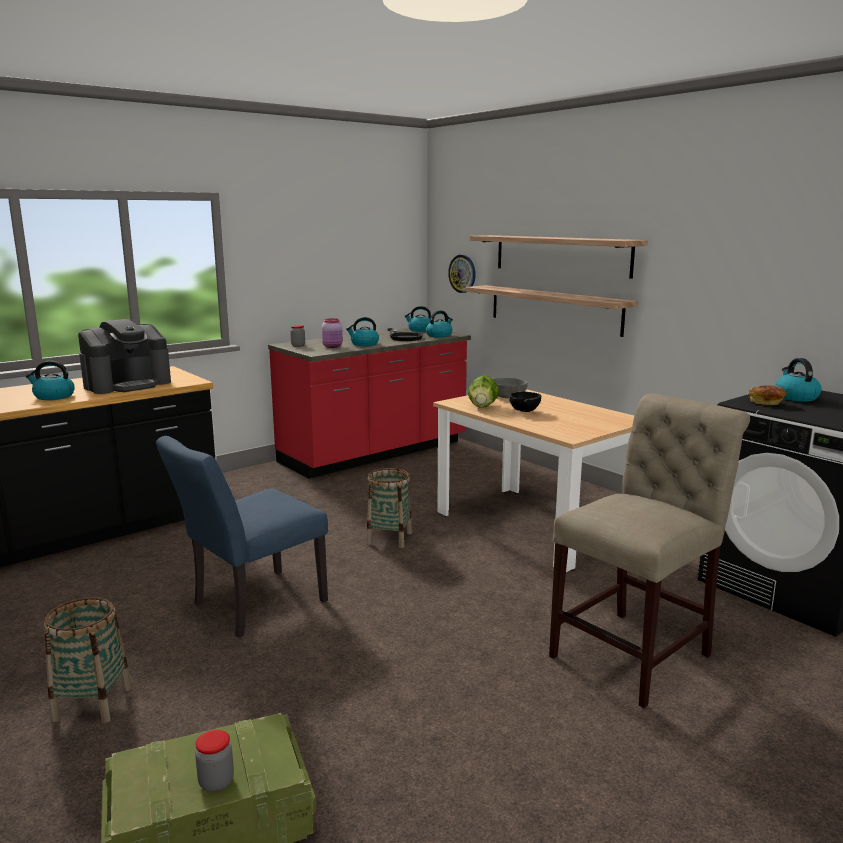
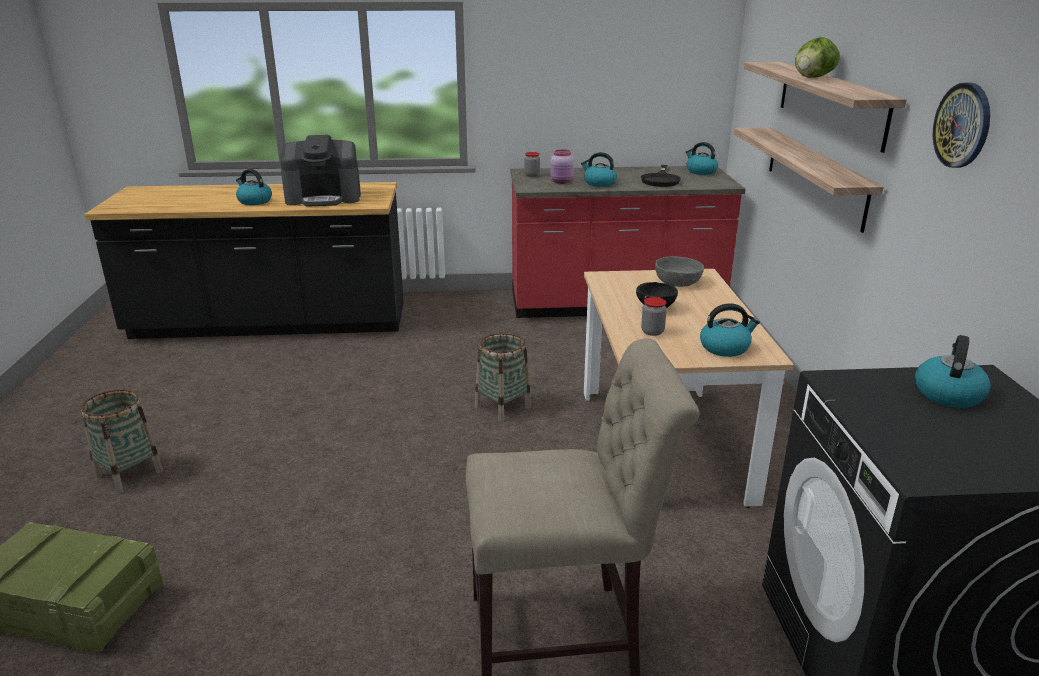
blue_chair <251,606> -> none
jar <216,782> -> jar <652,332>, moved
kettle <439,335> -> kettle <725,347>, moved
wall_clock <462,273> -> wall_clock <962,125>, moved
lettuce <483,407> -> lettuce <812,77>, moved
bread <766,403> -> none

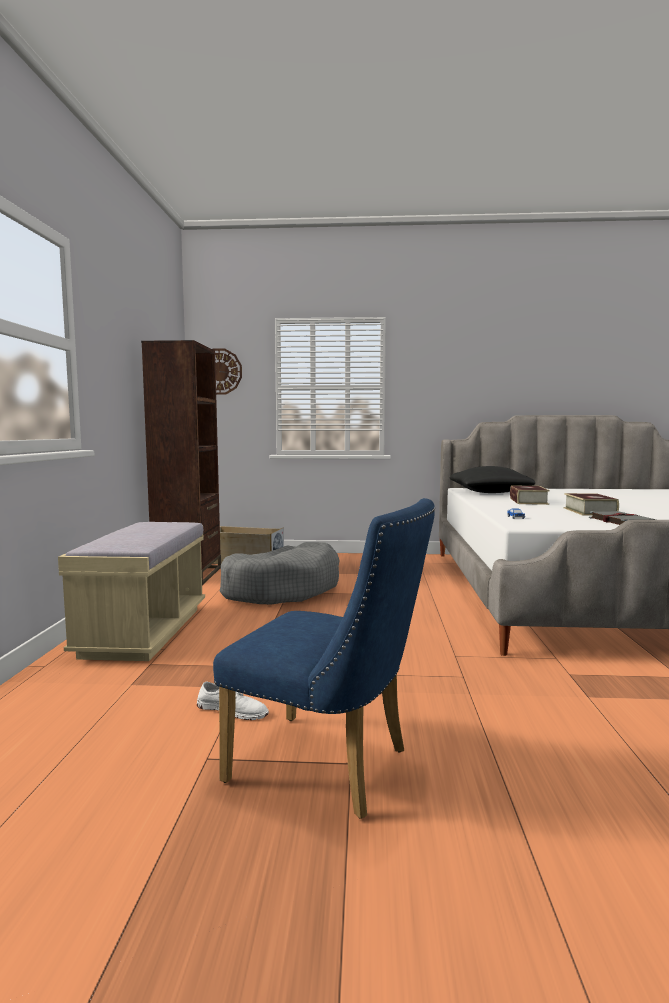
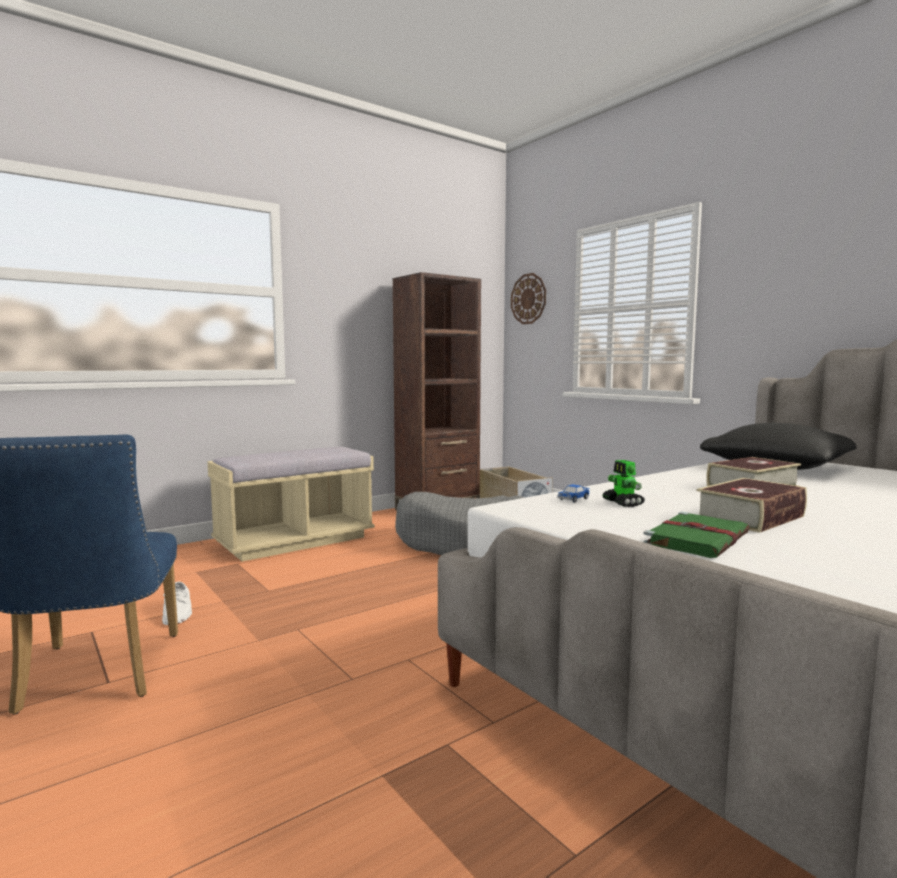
grey_book <620,521> -> green_book <697,539>
none -> toy_robot <623,503>

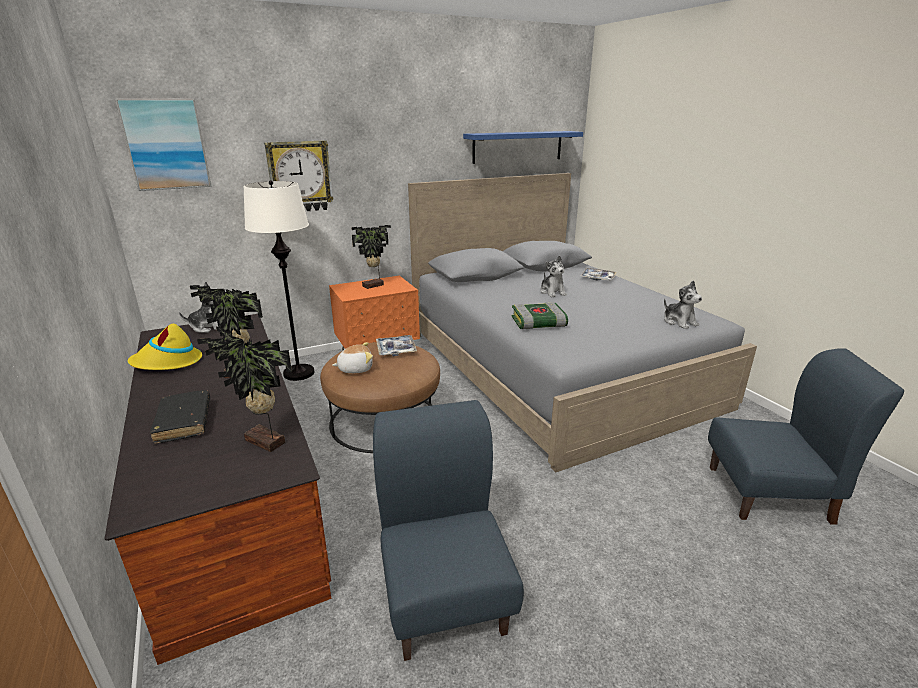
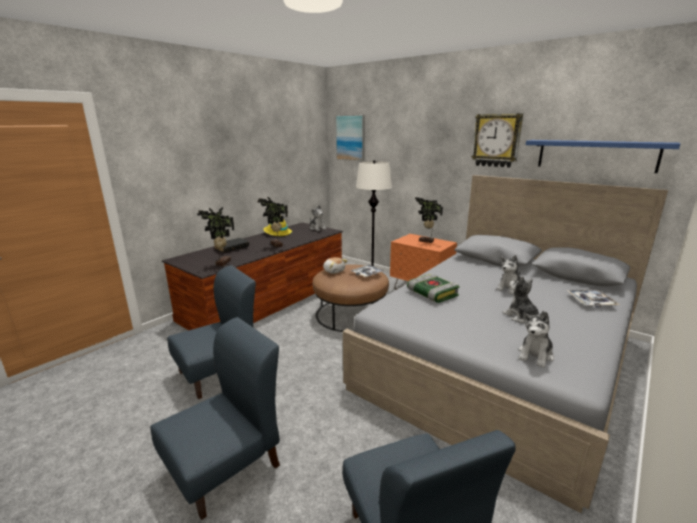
wall_clock <300,177> -> wall_clock <496,140>, moved
none -> blue_chair <225,467>
none -> plush_toy <520,317>

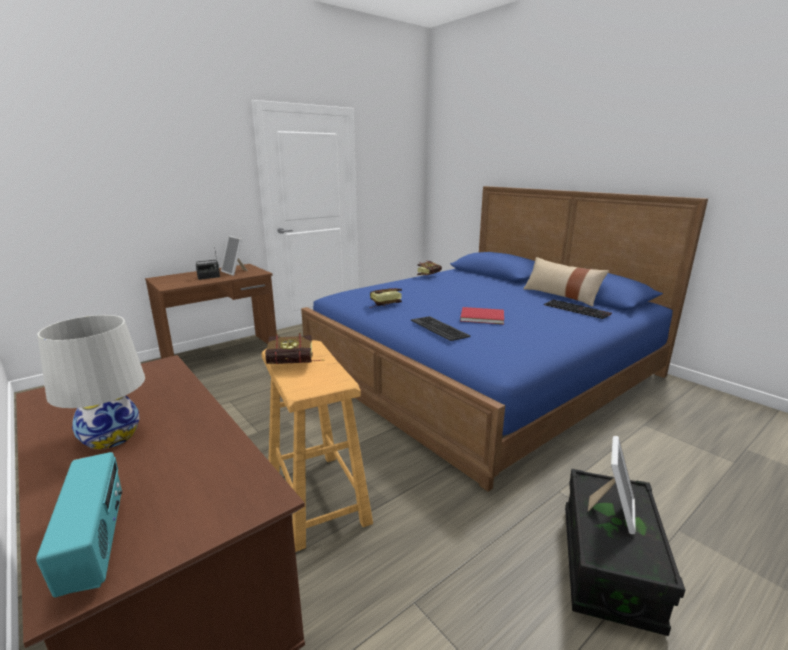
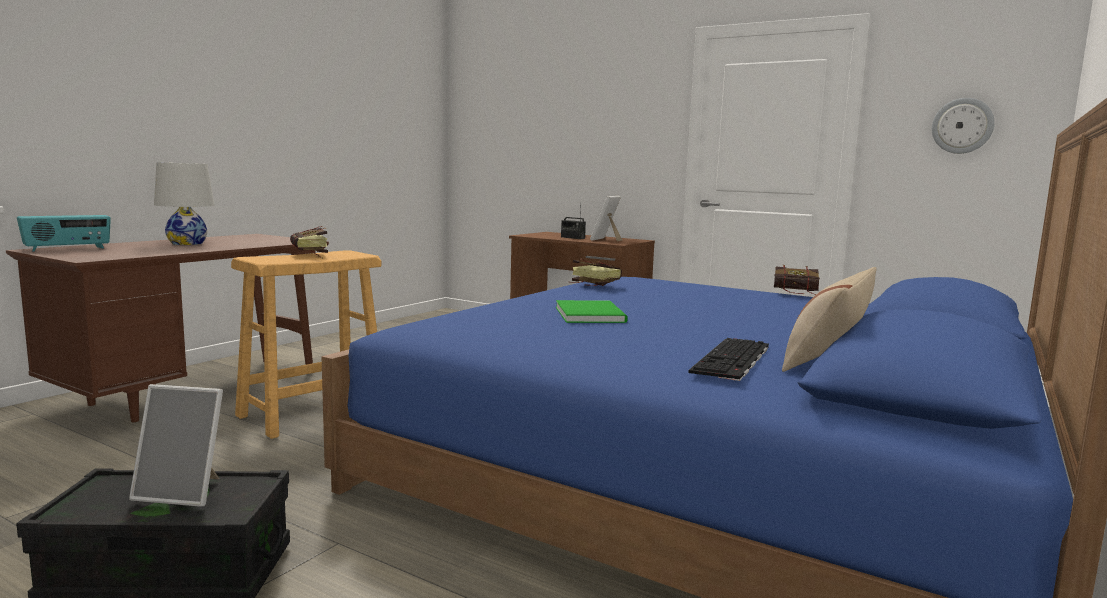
keyboard <439,328> -> none
red_book <480,316> -> green_book <591,314>
none -> wall_clock <962,126>

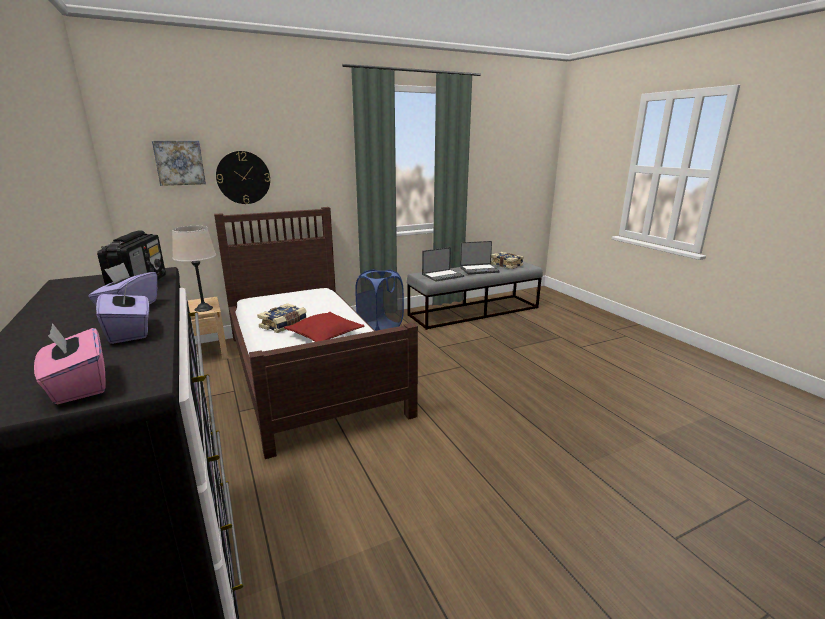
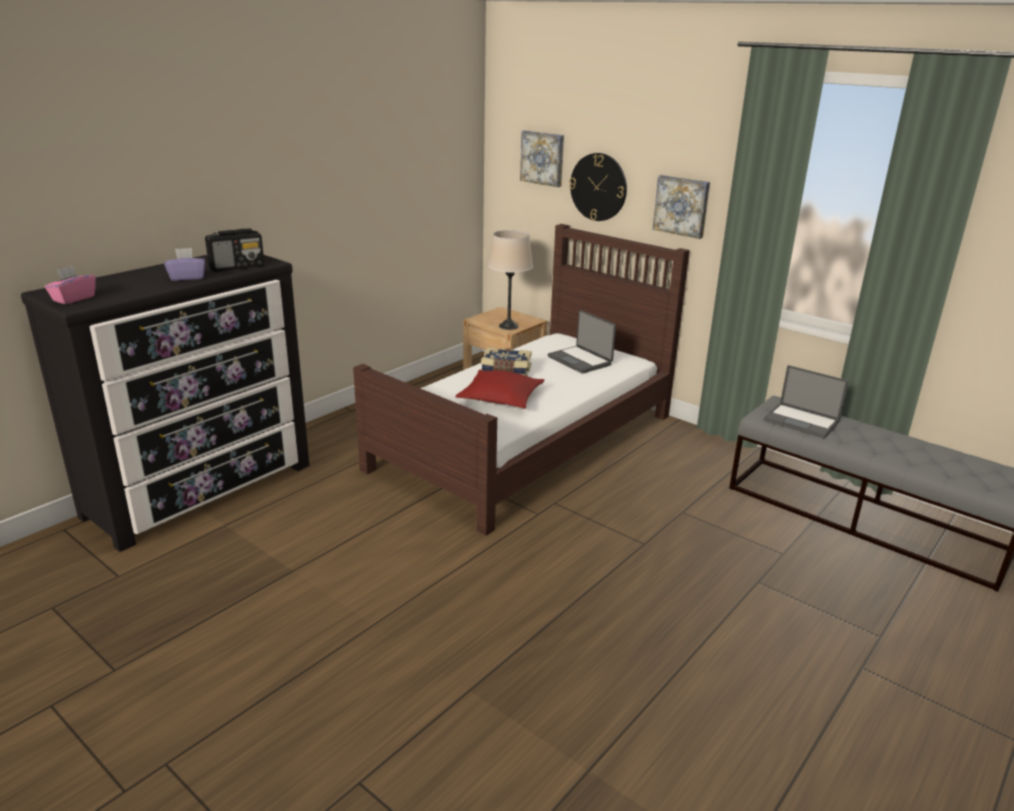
purple_tissue_box <130,332> -> none
blue_laundry_basket <380,326> -> none
laptop <479,270> -> laptop <580,360>, moved
book <506,265> -> none
none -> picture <682,206>

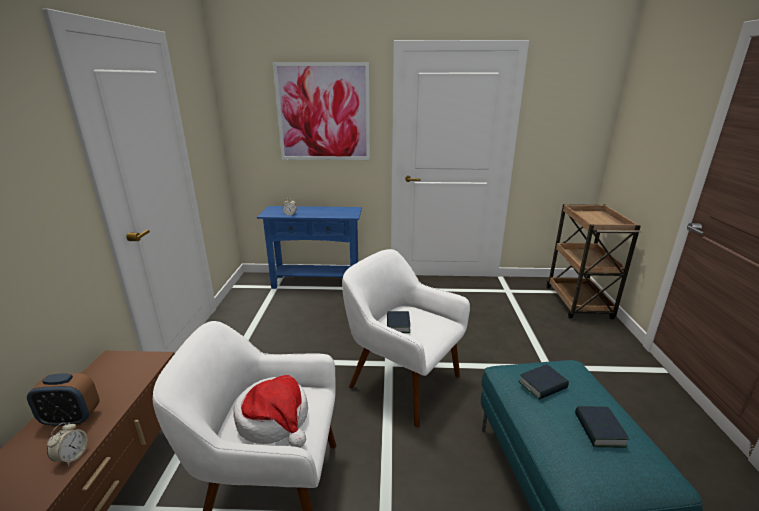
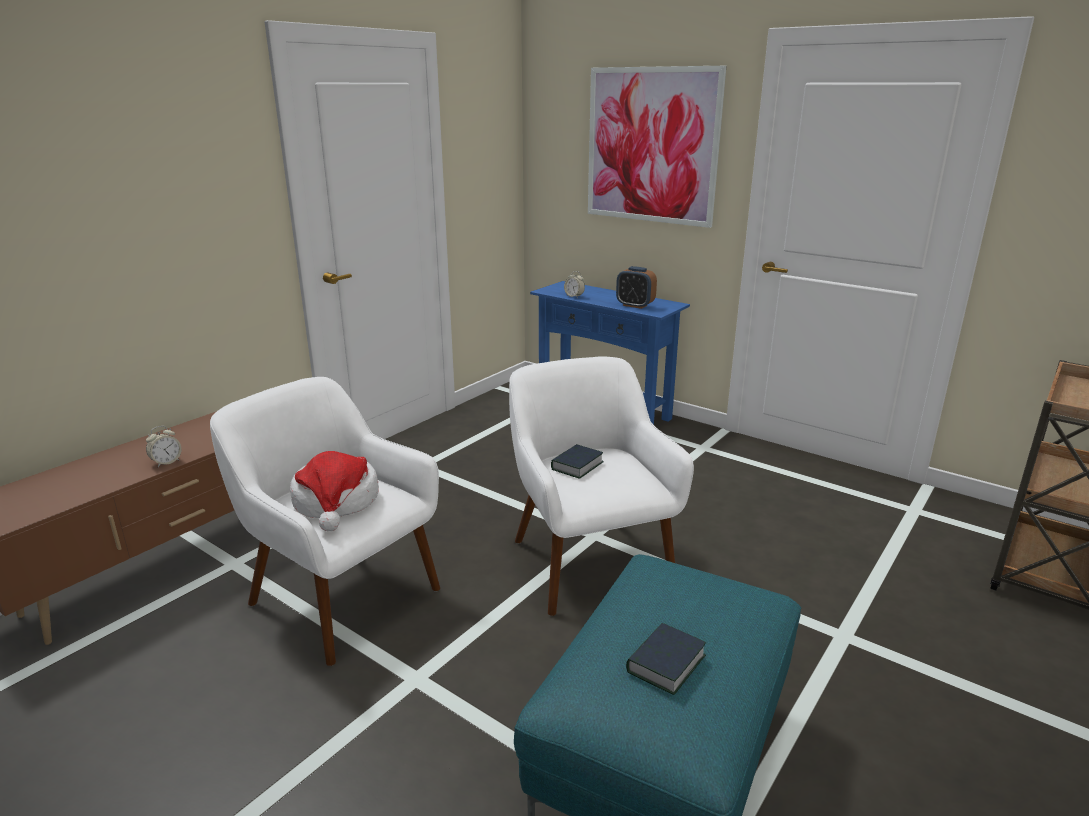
alarm_clock <72,419> -> alarm_clock <635,305>, moved
book <542,385> -> none

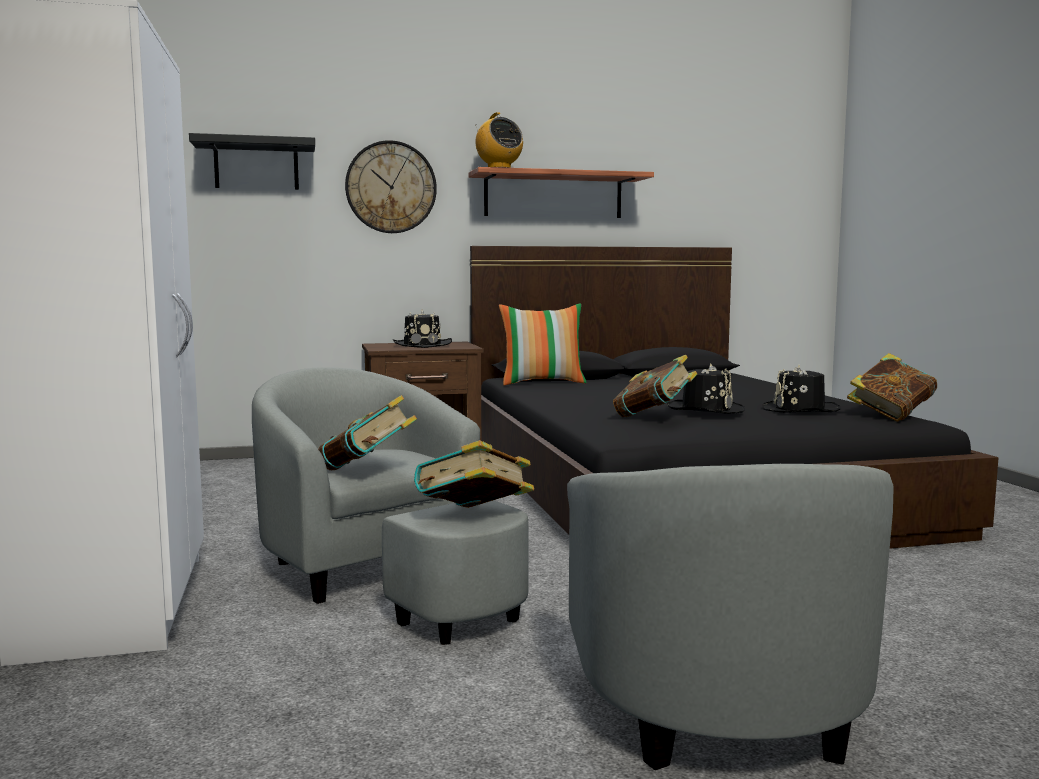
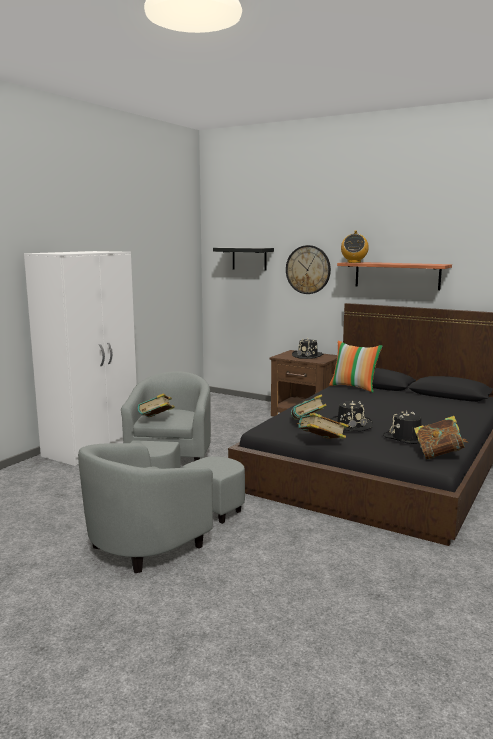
book <474,518> -> book <321,443>, moved

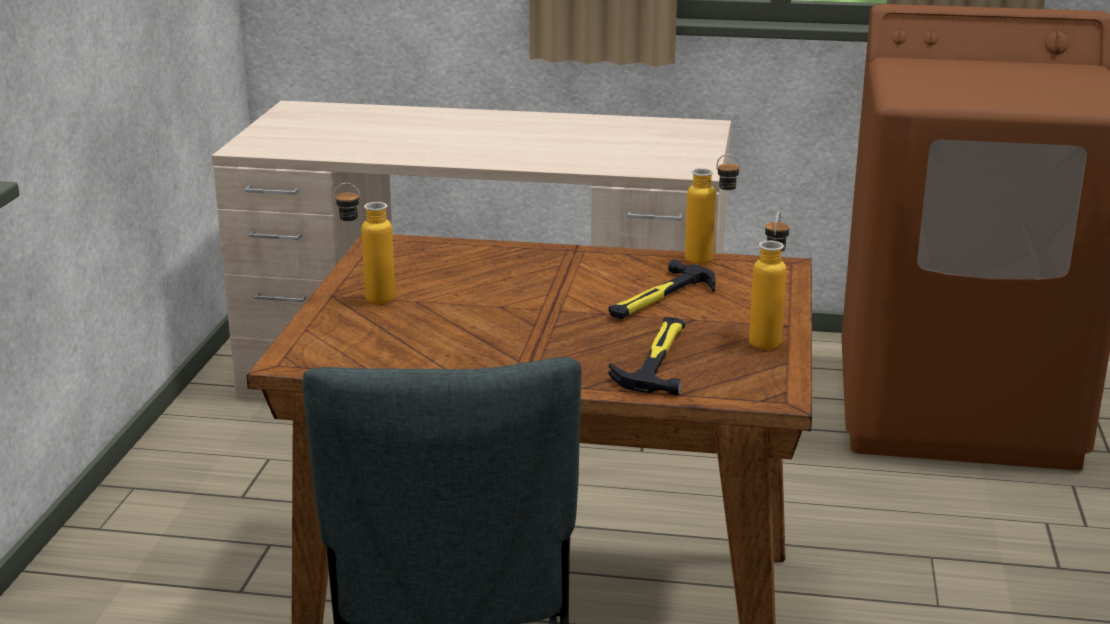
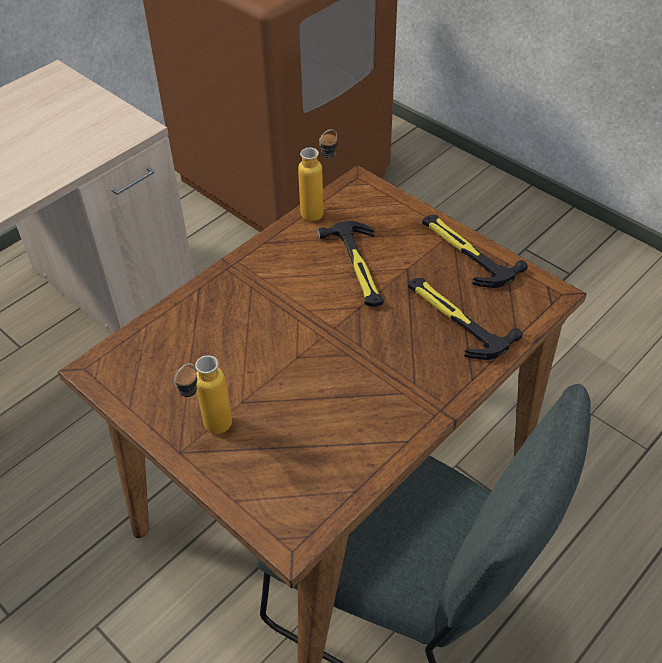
bottle <767,339> -> hammer <465,252>

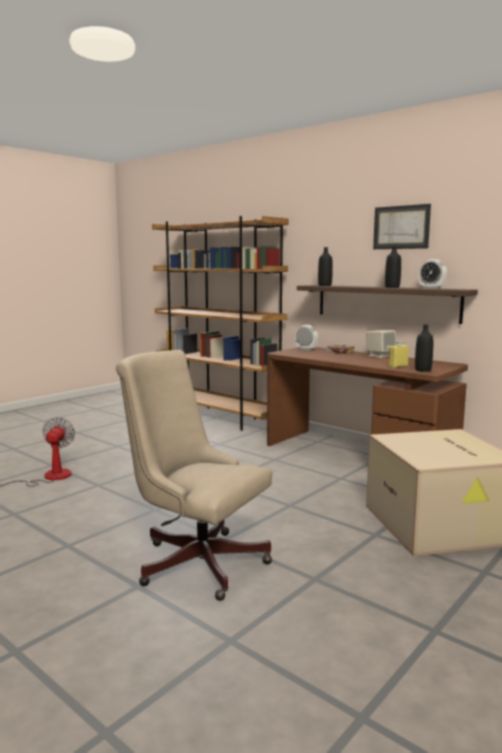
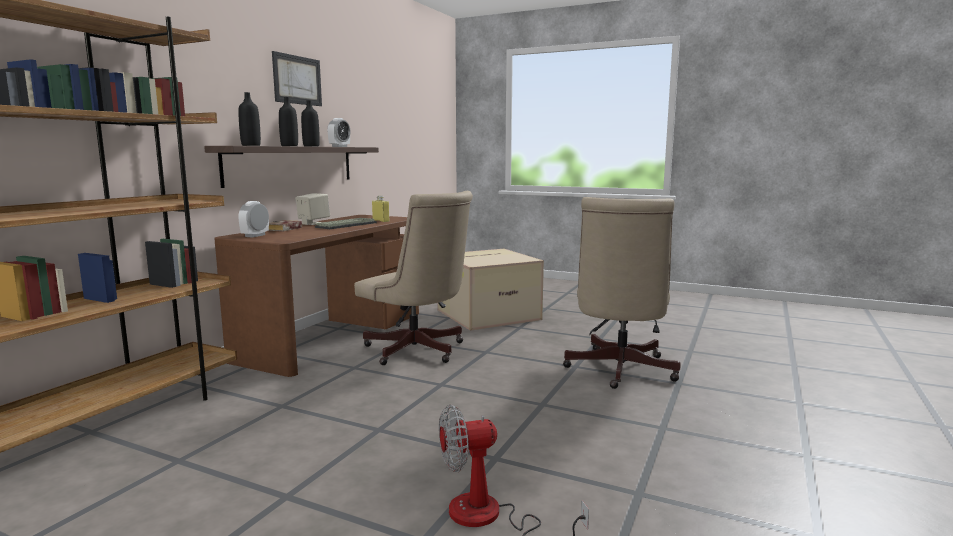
black_bottle <423,370> -> black_bottle <289,146>, moved
none -> keyboard <346,225>
none -> beige_office_chair <418,351>

